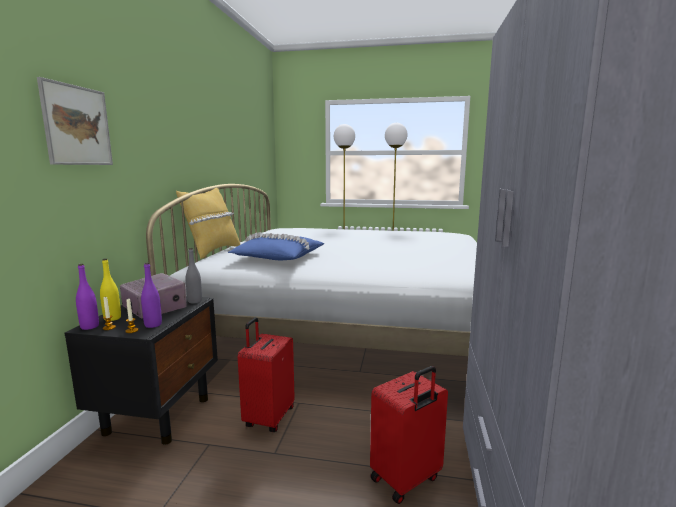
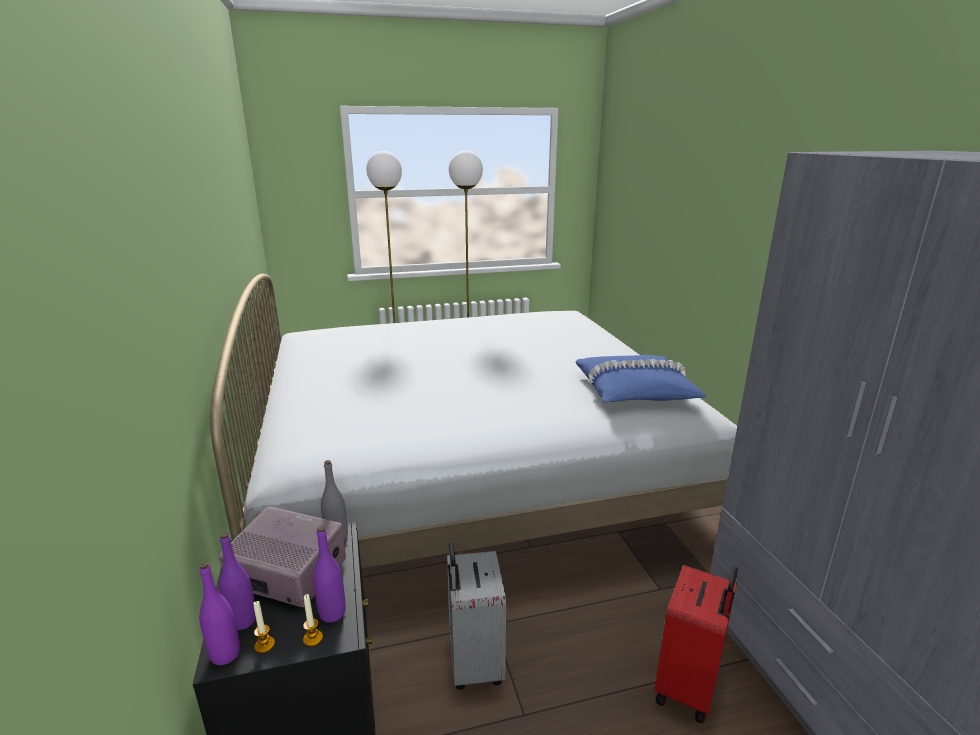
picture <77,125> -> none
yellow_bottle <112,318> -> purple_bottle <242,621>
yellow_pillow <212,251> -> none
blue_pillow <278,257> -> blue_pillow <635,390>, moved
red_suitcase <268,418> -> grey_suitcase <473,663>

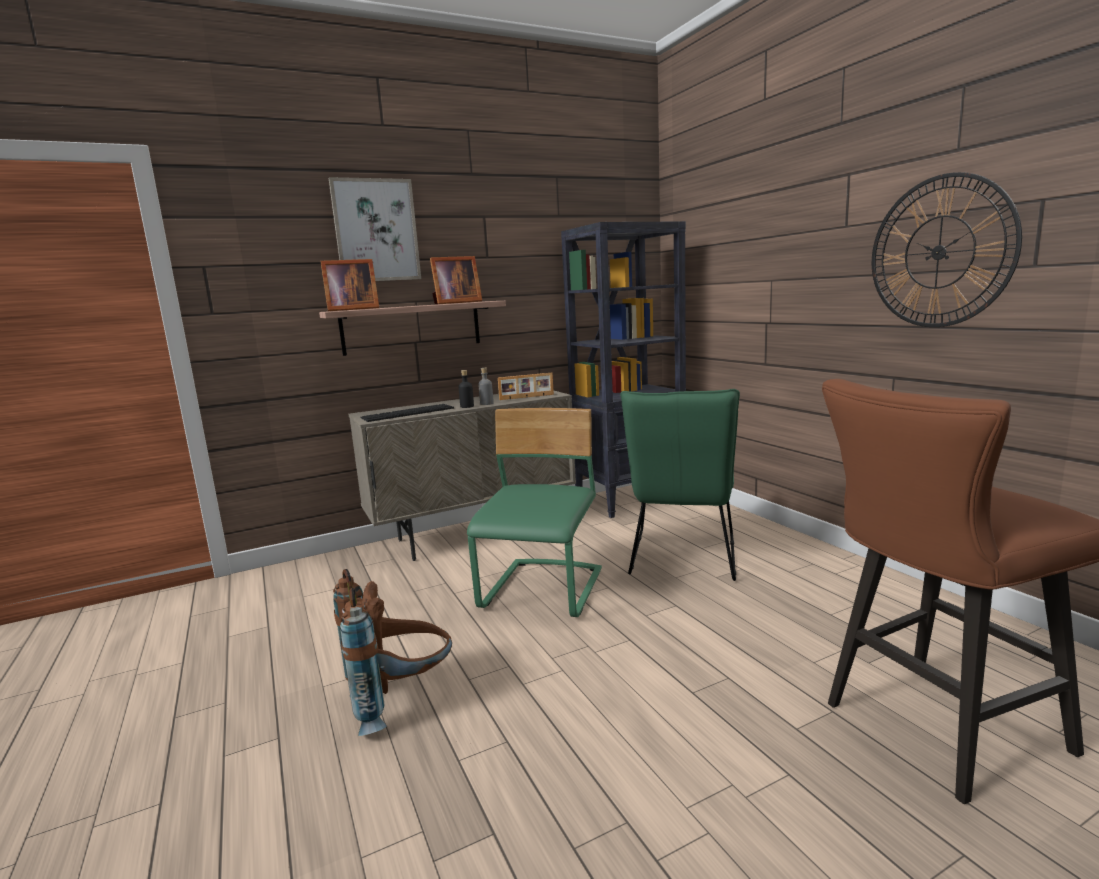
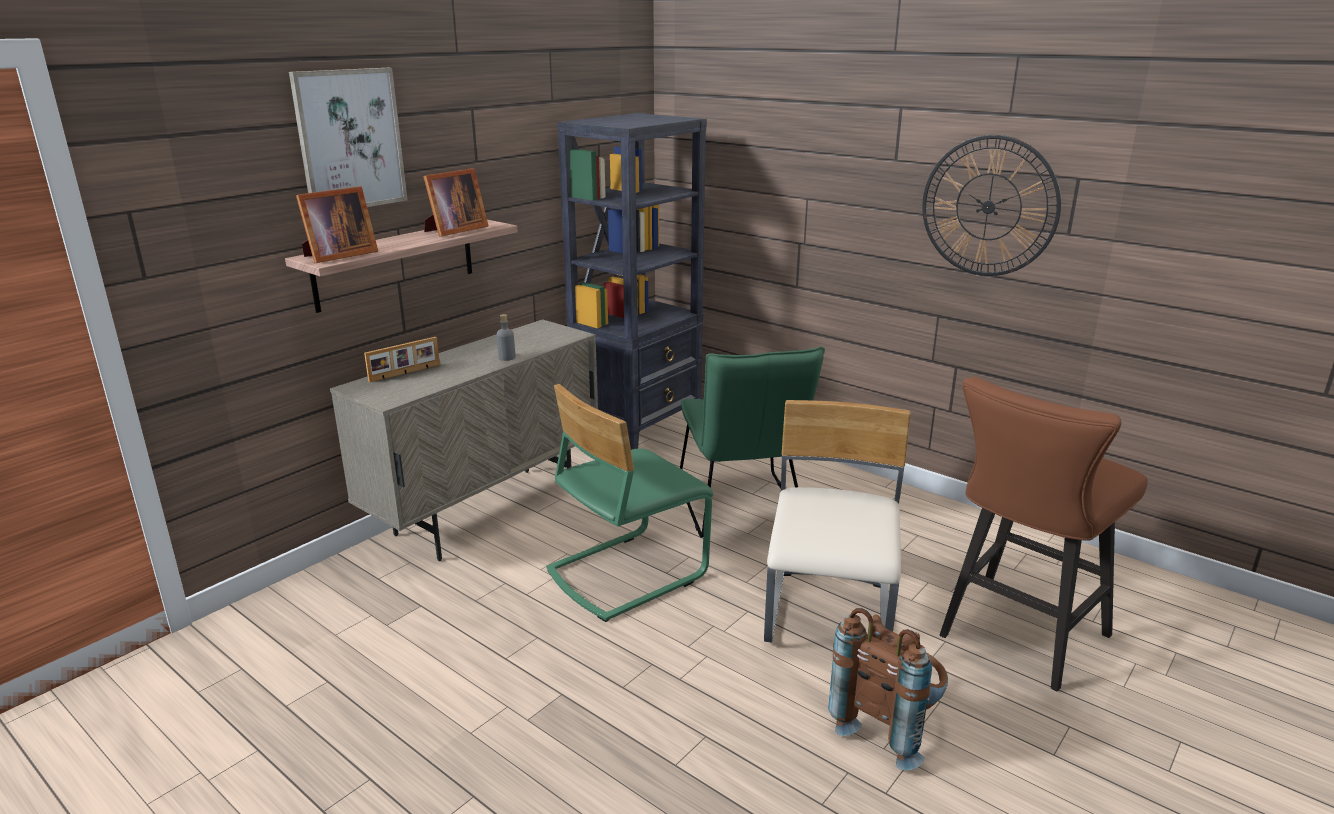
brown_backpack <400,700> -> brown_backpack <888,725>, moved
keyboard <408,413> -> none
black_bottle <467,406> -> none
green_chair <544,591> -> green_chair <625,573>, 120 degrees counterclockwise
picture_frame <527,397> -> picture_frame <405,373>, moved
none -> beige_chair <830,616>

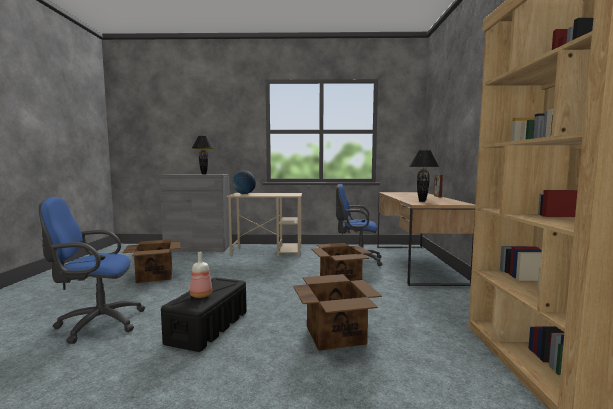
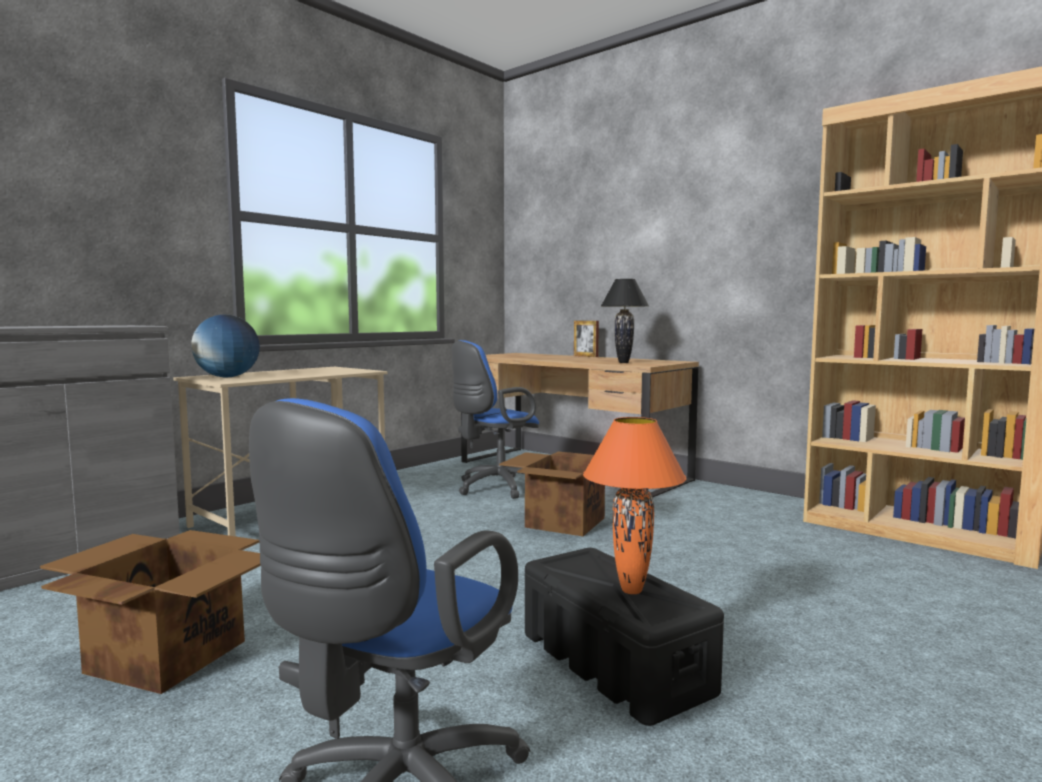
bottle <200,295> -> orange_table_lamp <632,591>
black_table_lamp <204,174> -> none
cardboard_box <335,334> -> none

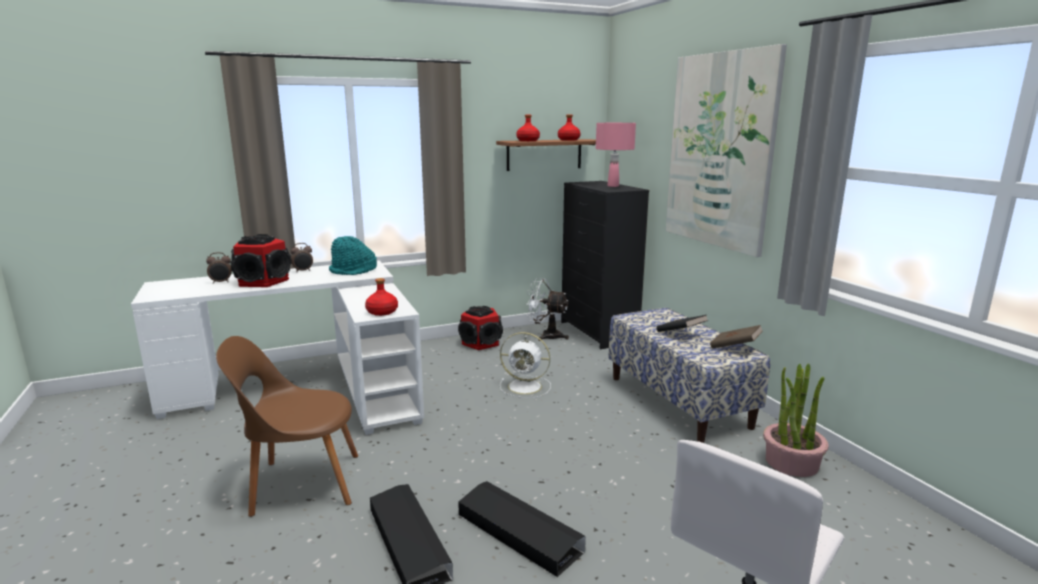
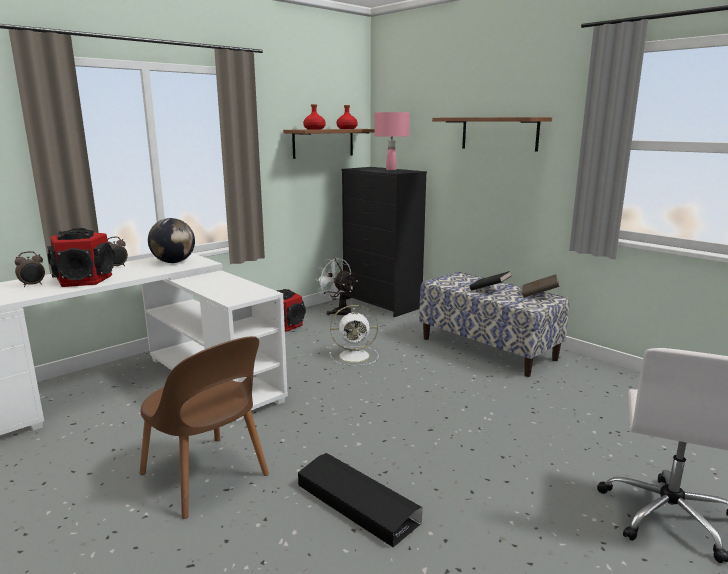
brown_chair <301,483> -> brown_chair <206,477>, 105 degrees counterclockwise
turquoise_hat <353,271> -> globe <173,262>
red_bottle <381,312> -> none
black_storage_box <518,533> -> none
white_fan <546,336> -> white_fan <339,312>, 45 degrees clockwise
picture <719,151> -> shelf <499,133>
potted_plant <791,463> -> none

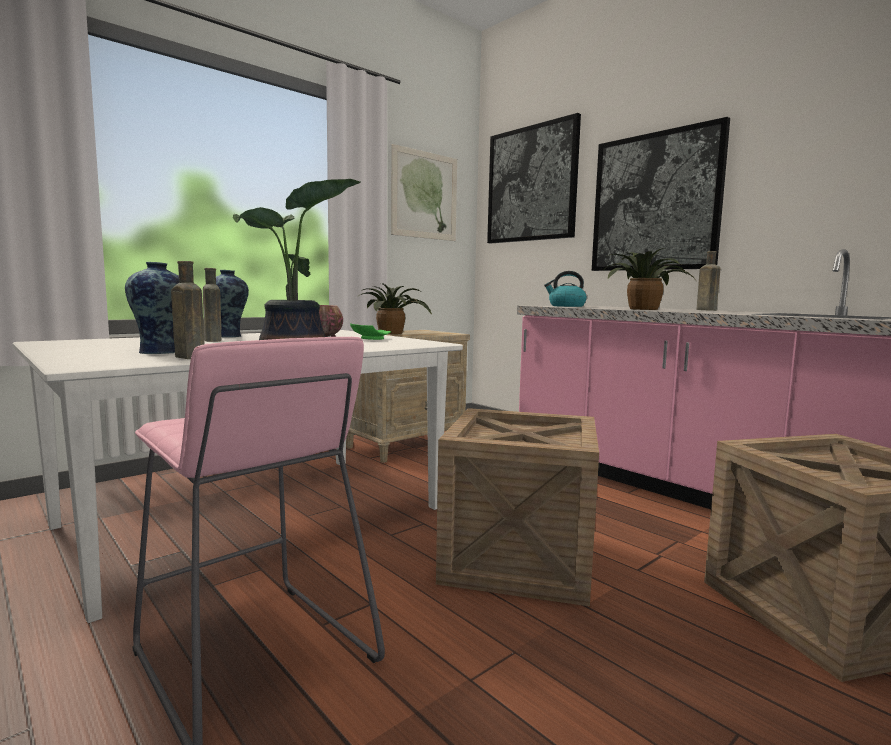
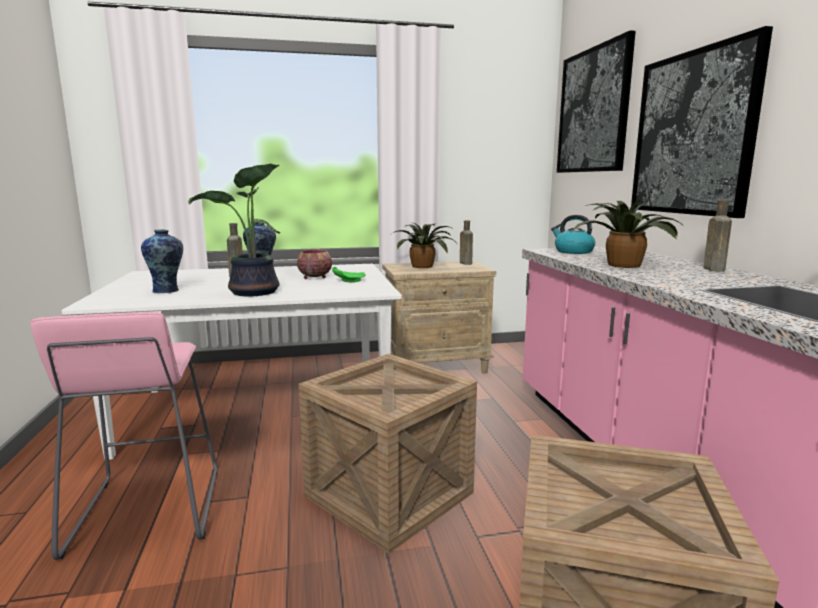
brown_bottle <188,357> -> brown_bottle <465,263>, moved
picture <424,195> -> none

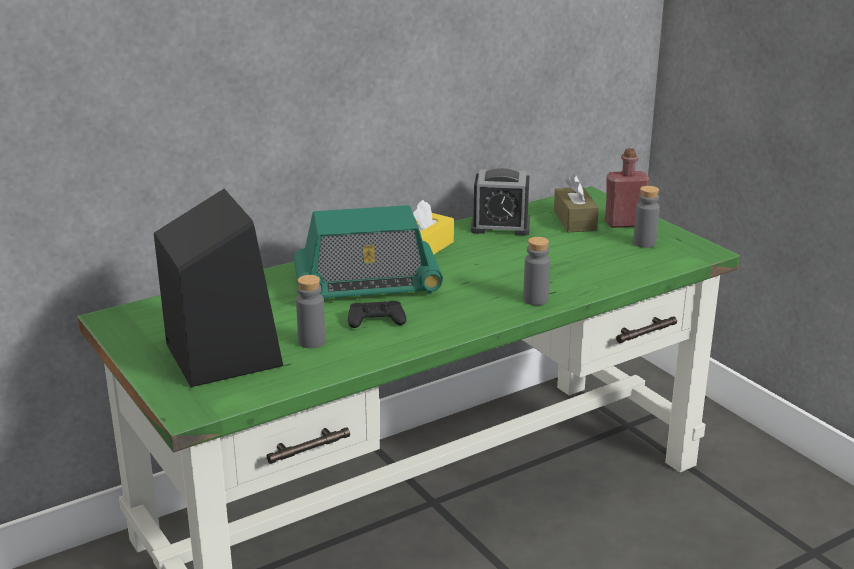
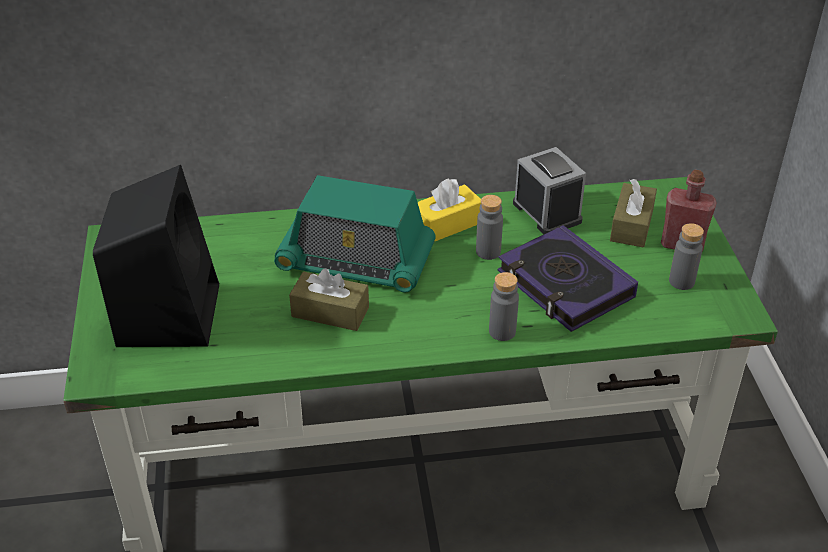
grey_bottle <312,342> -> grey_bottle <488,252>, moved
black_game_controller <376,320> -> brown_tissue_box <330,312>
alarm_clock <500,226> -> alarm_clock <547,212>, 150 degrees counterclockwise
none -> book <565,285>

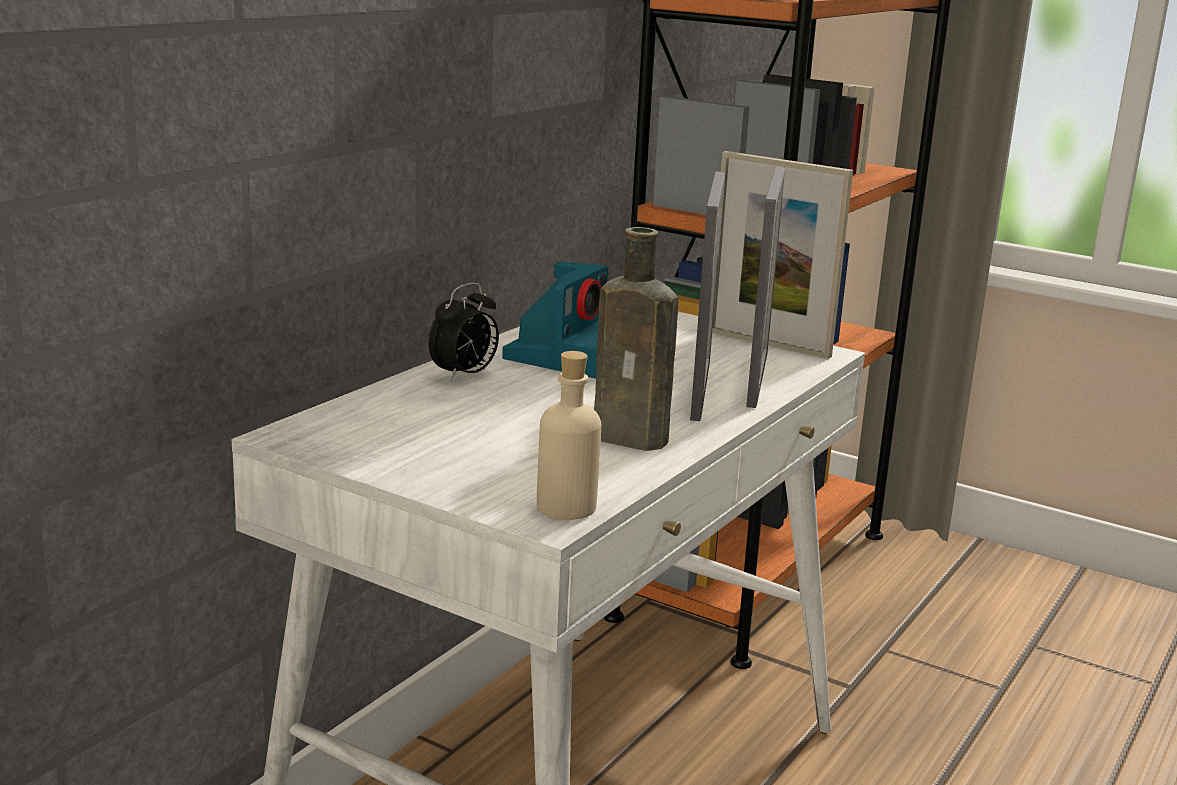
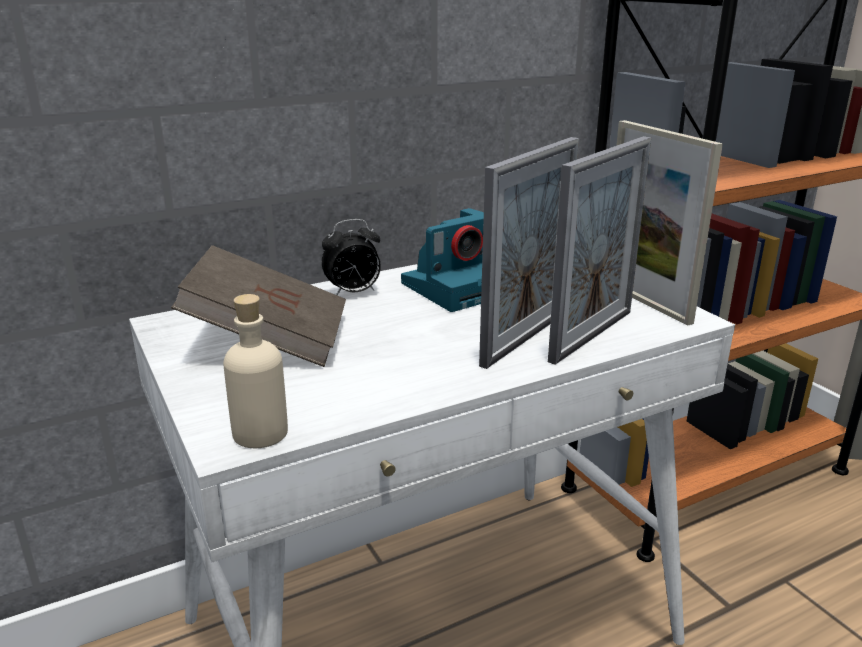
brown_bottle <635,439> -> none
none -> brown_book <269,340>

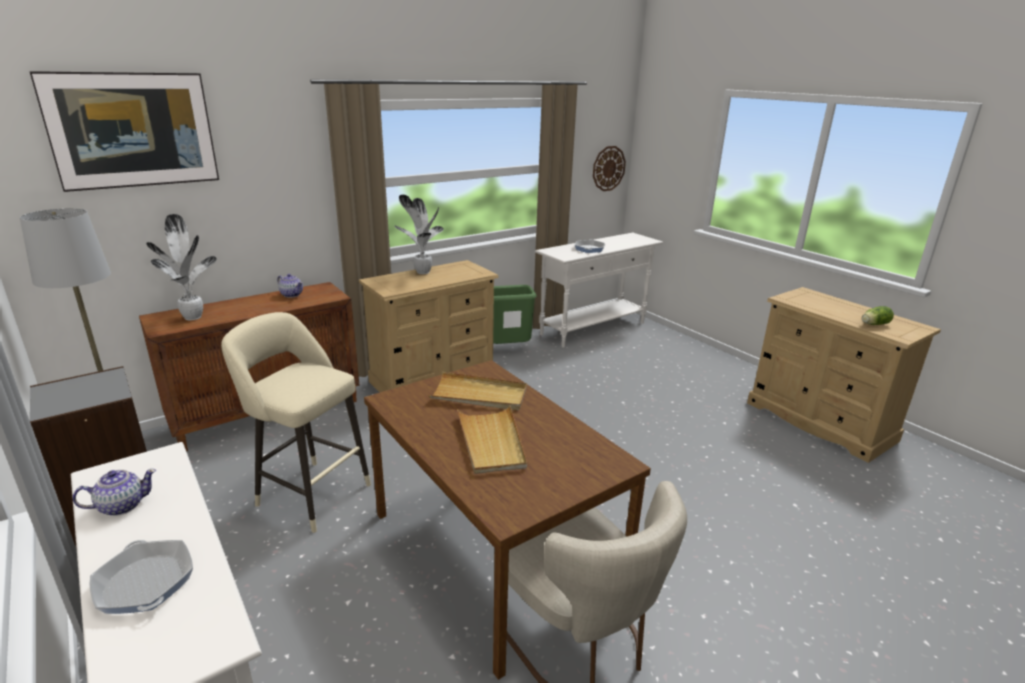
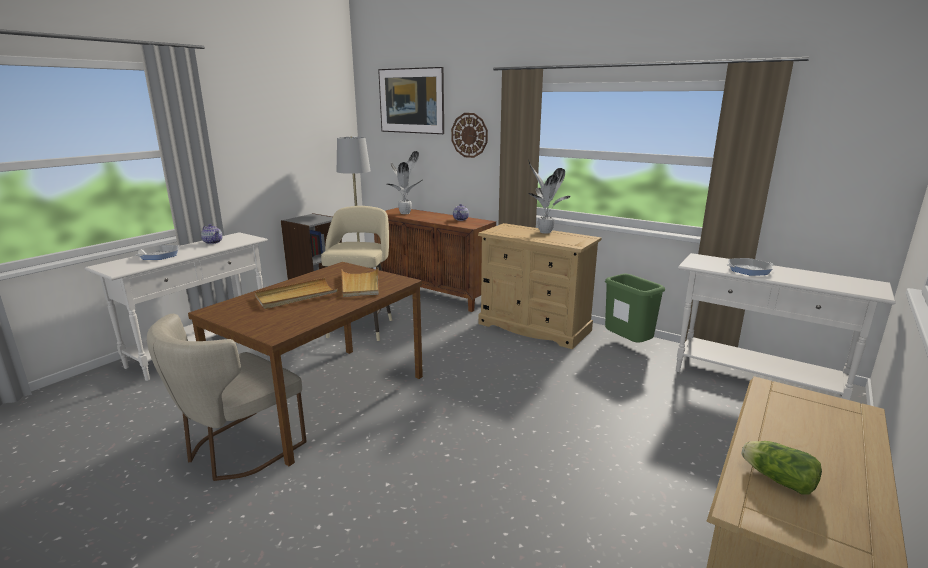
wall_clock <608,168> -> wall_clock <469,135>, moved

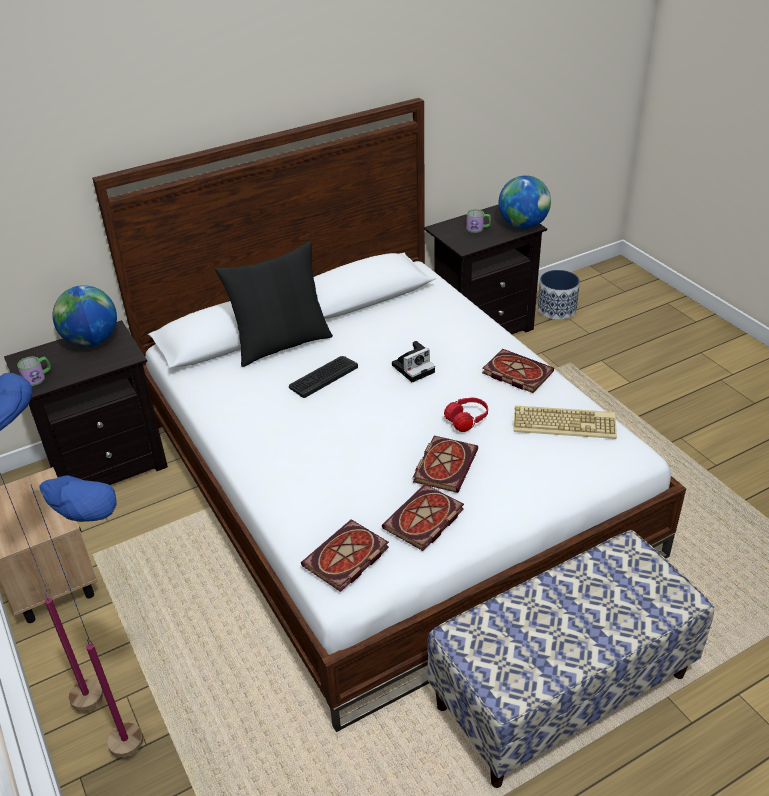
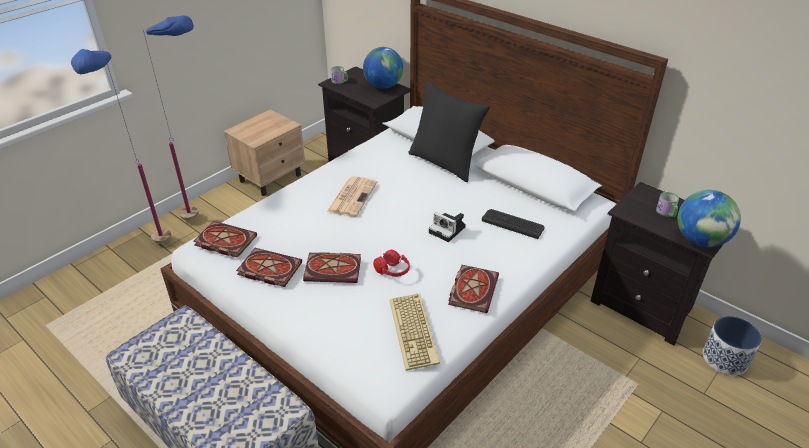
keyboard <323,377> -> keyboard <513,223>, moved
none -> newspaper <352,196>

